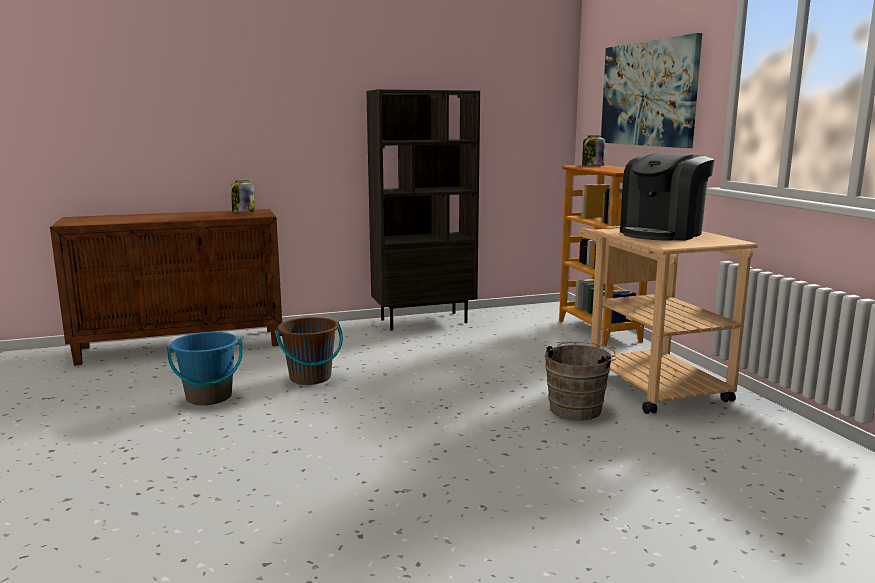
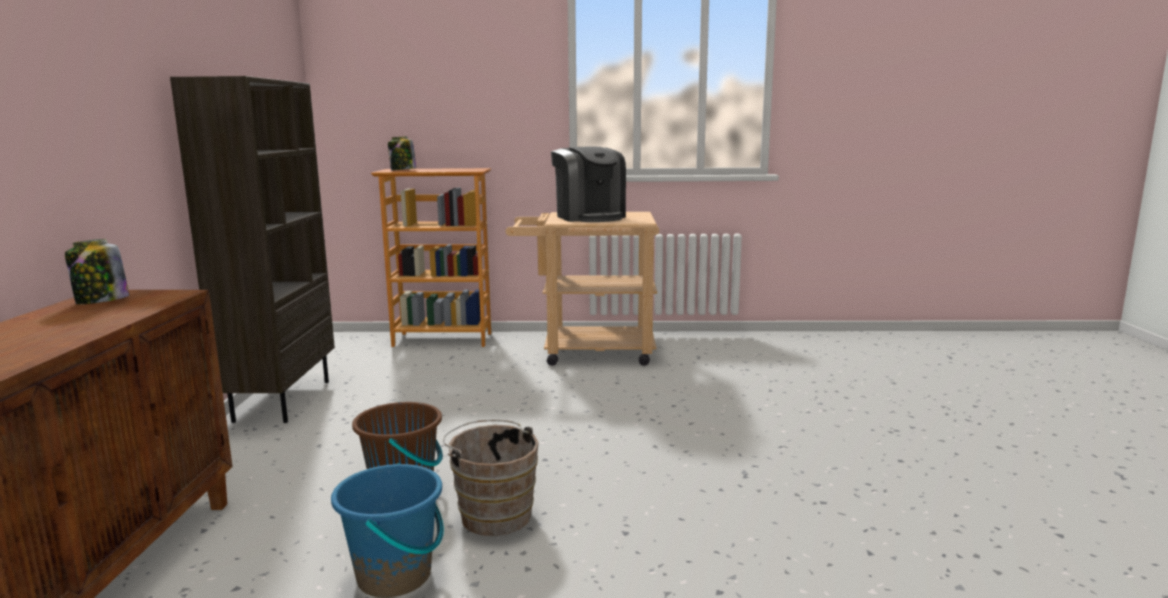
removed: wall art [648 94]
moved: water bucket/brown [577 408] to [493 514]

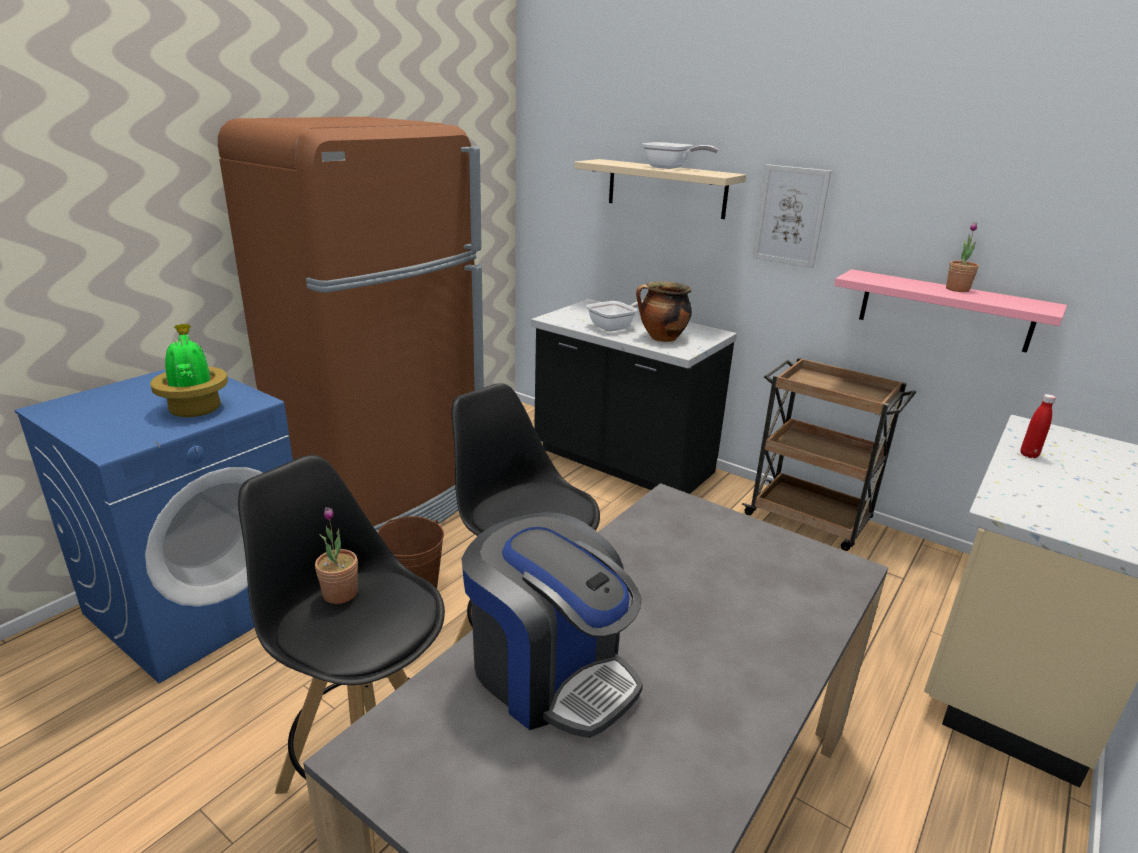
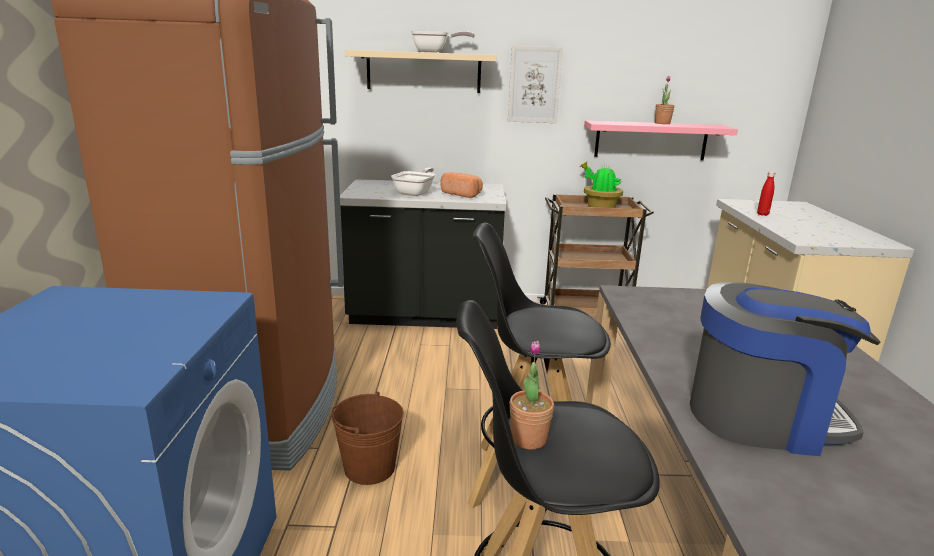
moved: plant in a pot [195 408] to [599 207]
replaced: cooking pot [661 338] to baked bread [463 194]

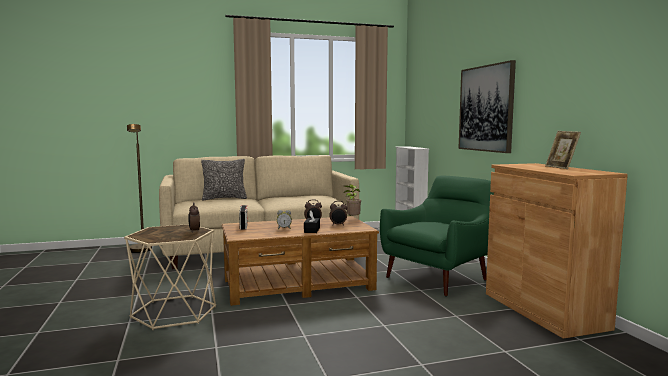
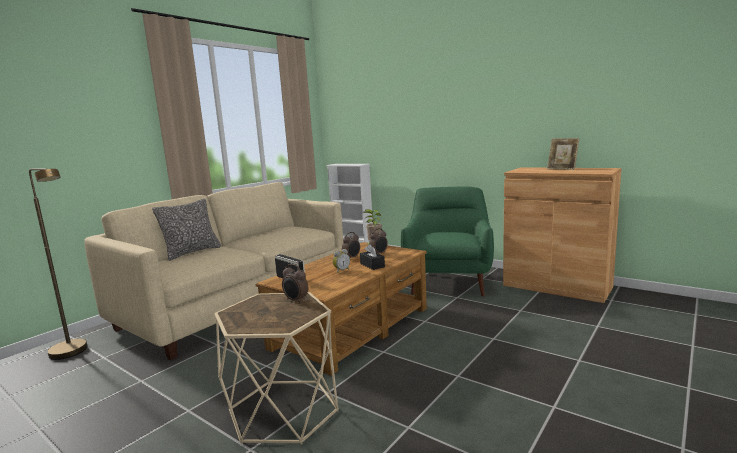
removed: wall art [486 108]

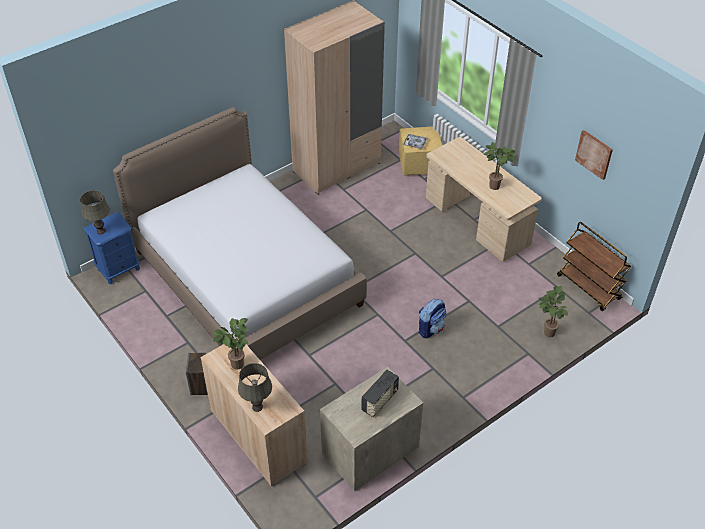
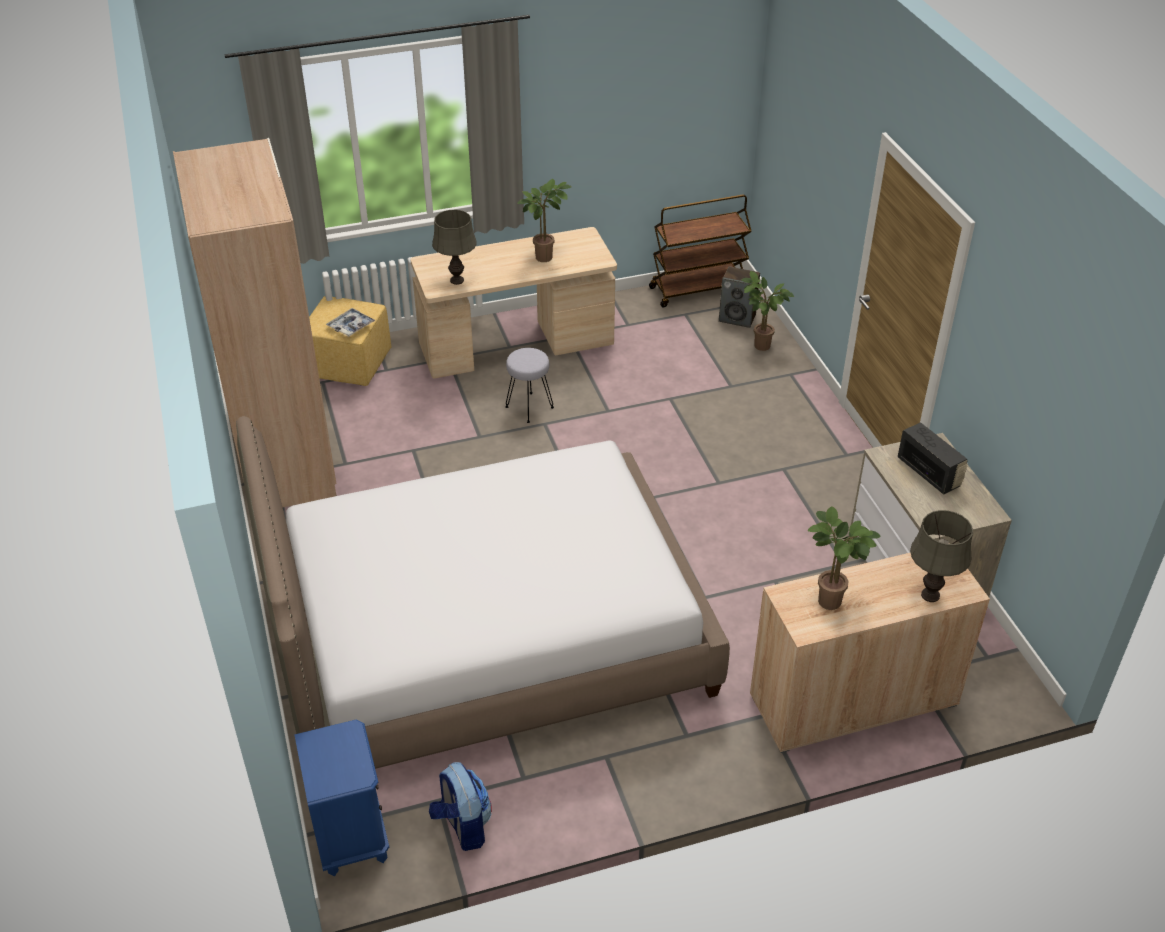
removed: wall art [594 154]
added: stool/grey [529 408]
moved: rucksack [431 328] to [462 826]; tabletop lamp/grey [100 231] to [457 280]; audio speaker [200 385] to [737 318]

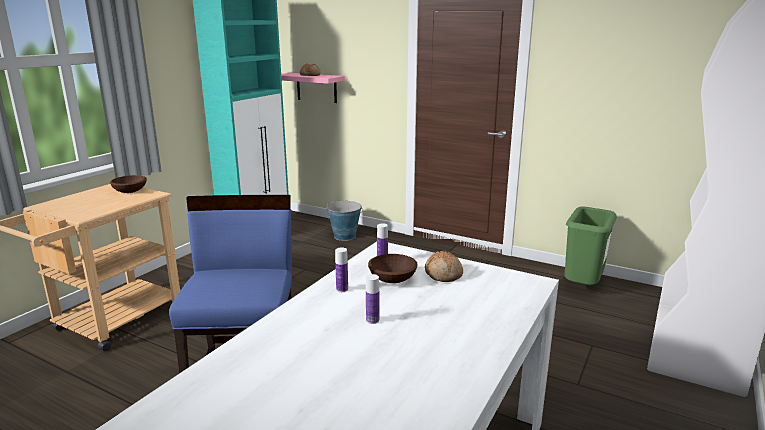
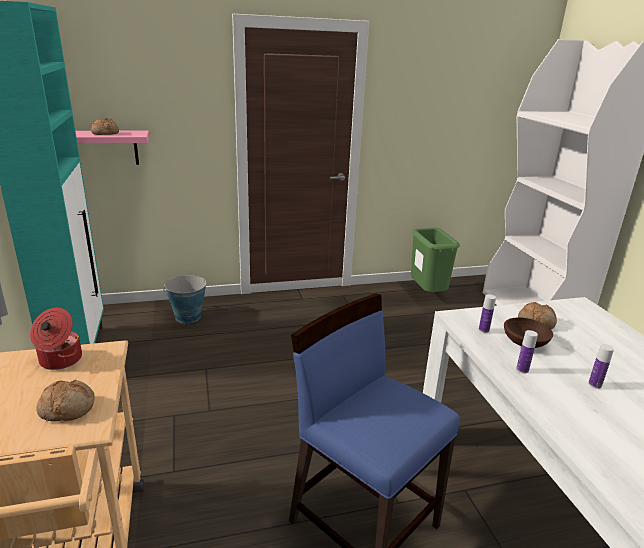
added: baked bread [68 408]
replaced: bowl/brown [129 191] to cooking pot [59 360]

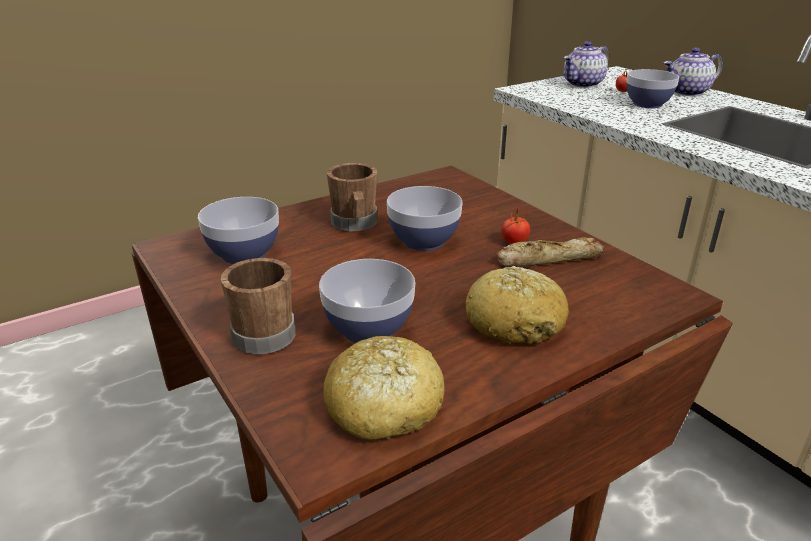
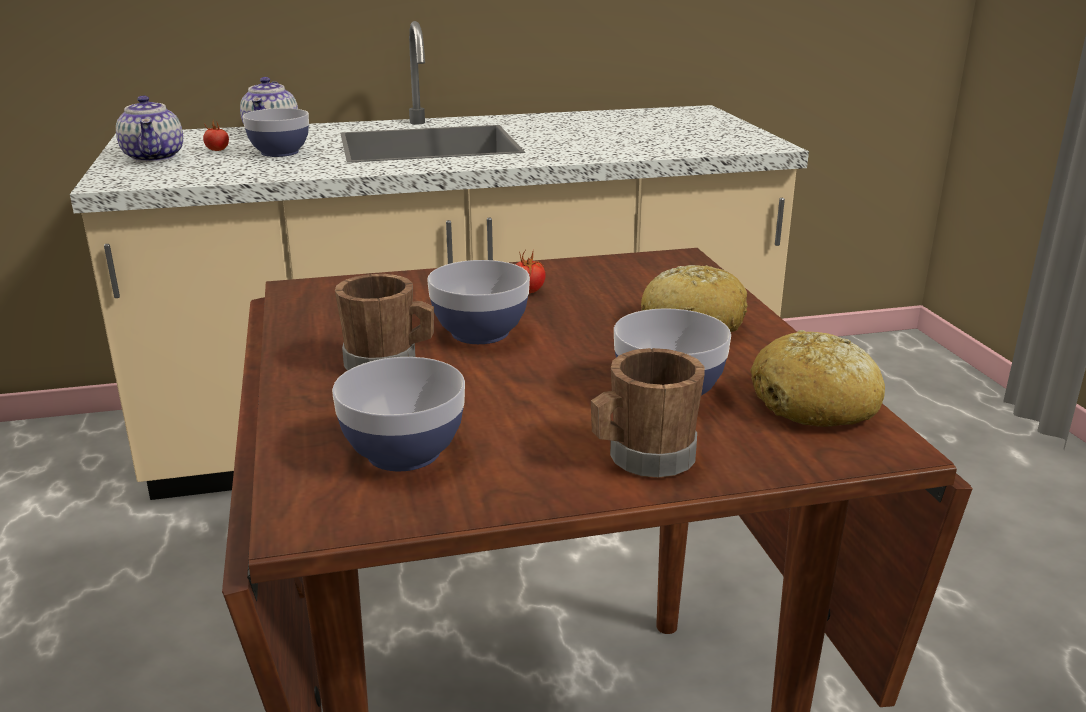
removed: baked bread [548 259]

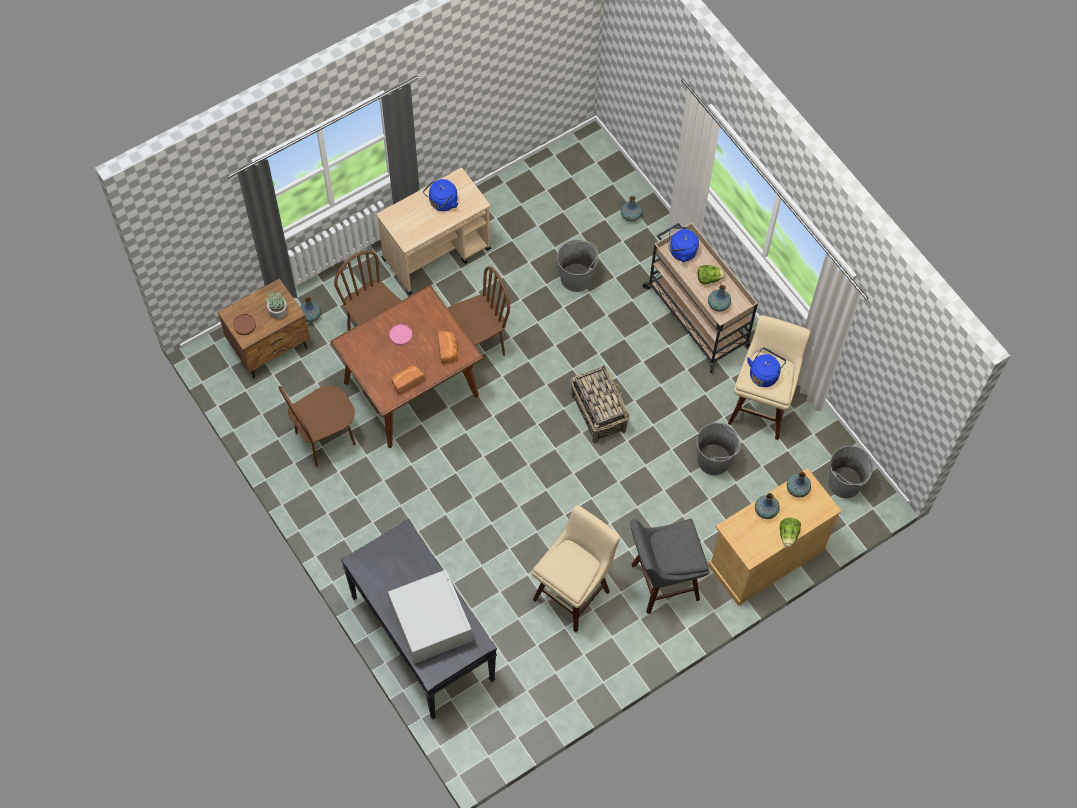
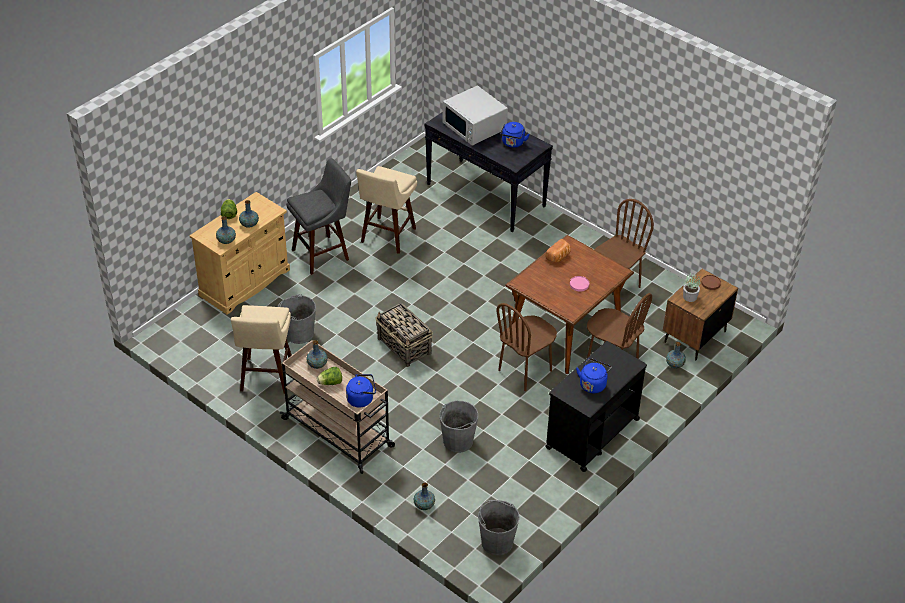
removed: baked bread [448 350]
moved: water bucket/grey [844 483] to [497 542]; kettle/bluish [764 374] to [513 143]
recoloured: trolley/sand-coloured [437 254] to trolley/black [591 434]

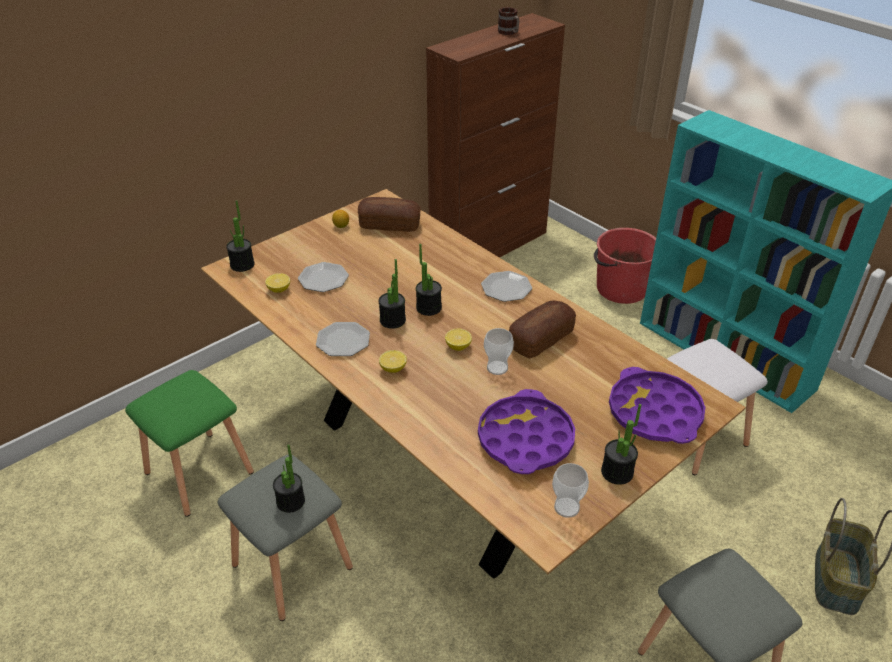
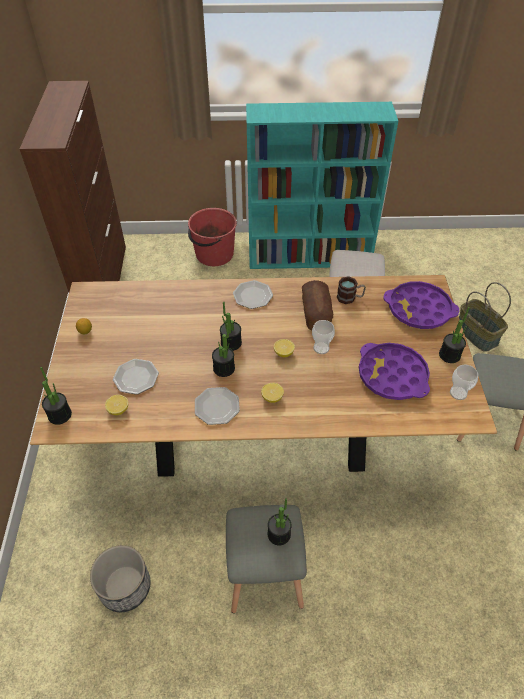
removed: baked bread [389 225]
moved: mug [509 32] to [350 298]
replaced: stool/greenish [197 472] to flower pot [125 587]

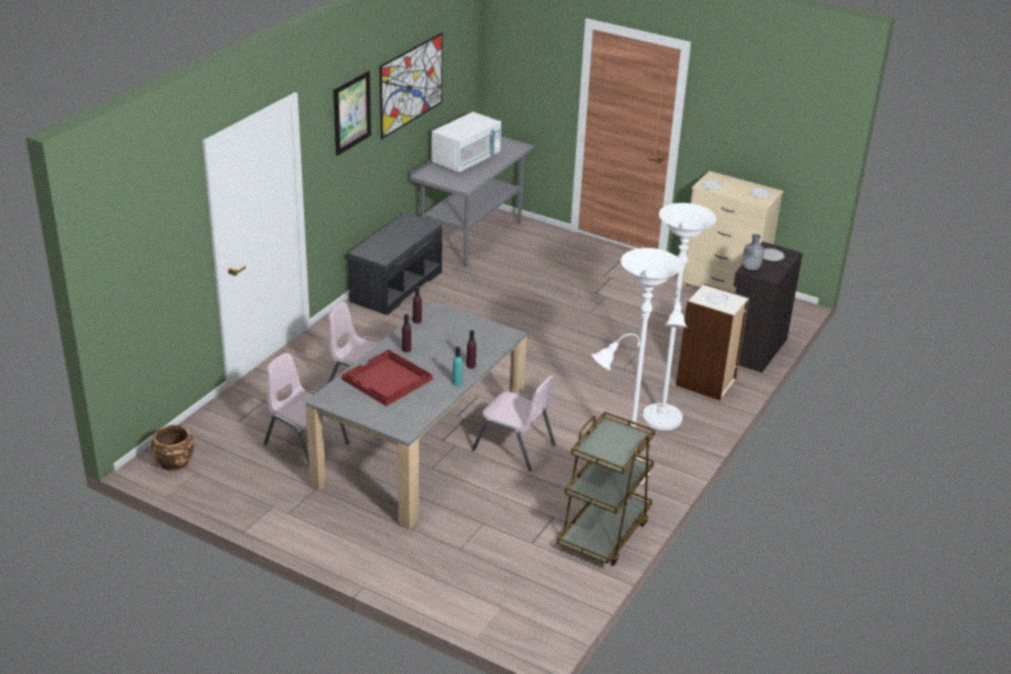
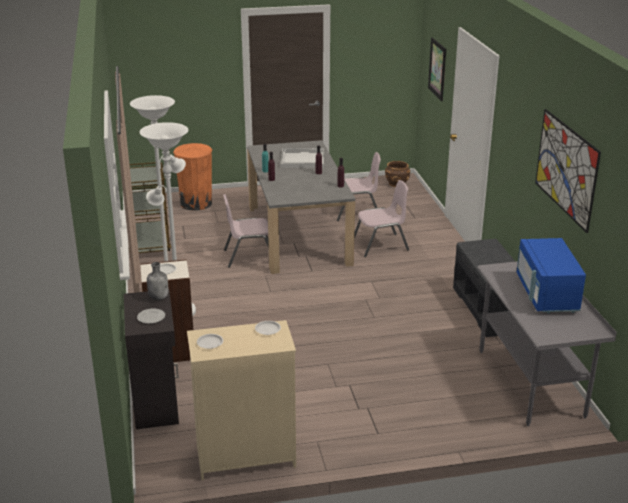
added: waste bin/orange [196 203]
moved: wall art [351 112] to [437 69]
recoloured: carrying tray/red-coloured [387 380] to carrying tray/white [302 159]; microwave oven/white [466 160] to microwave oven/bluish [546 295]

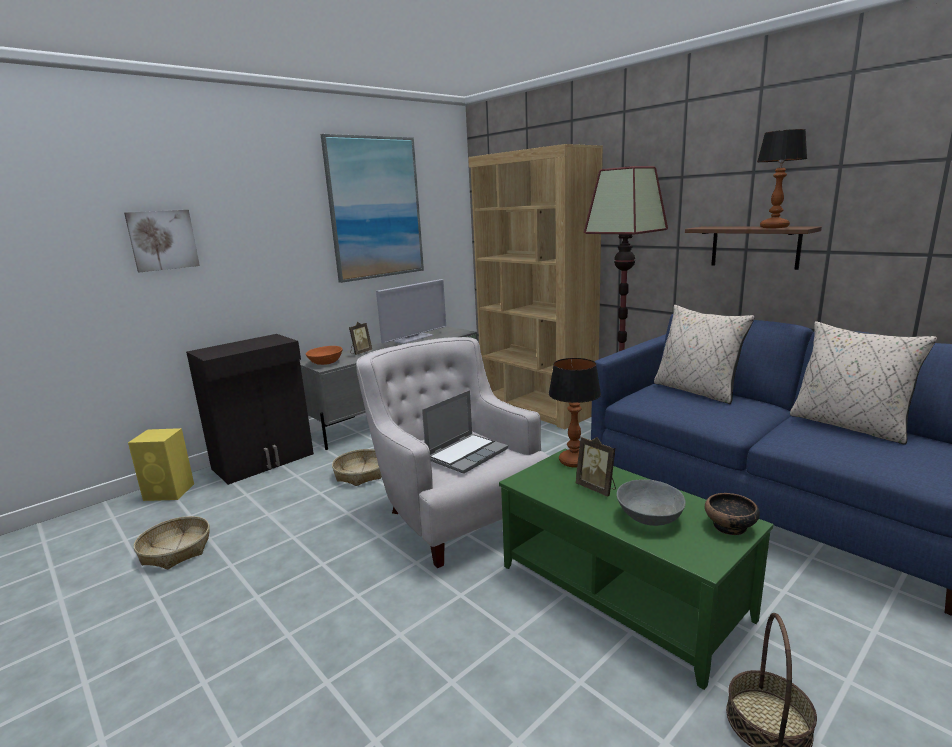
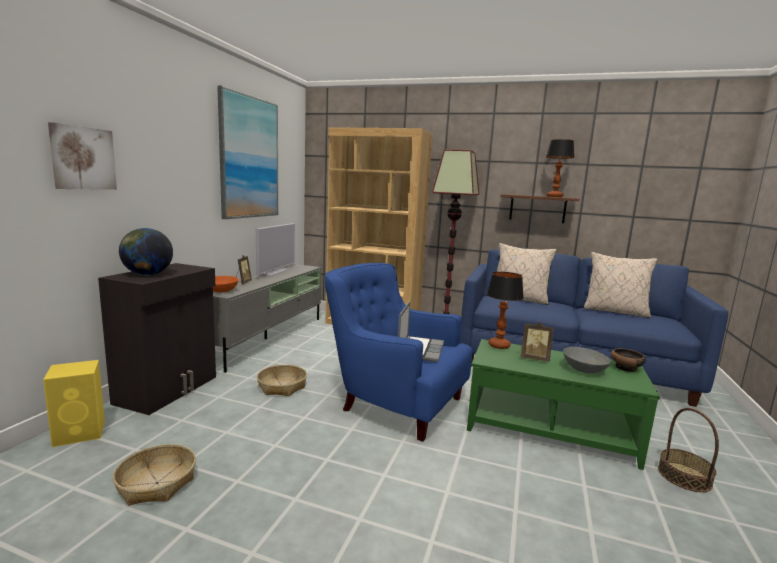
added: desk globe [147 274]
recoloured: armchair/white [455 512] to armchair/bluish [393 402]

